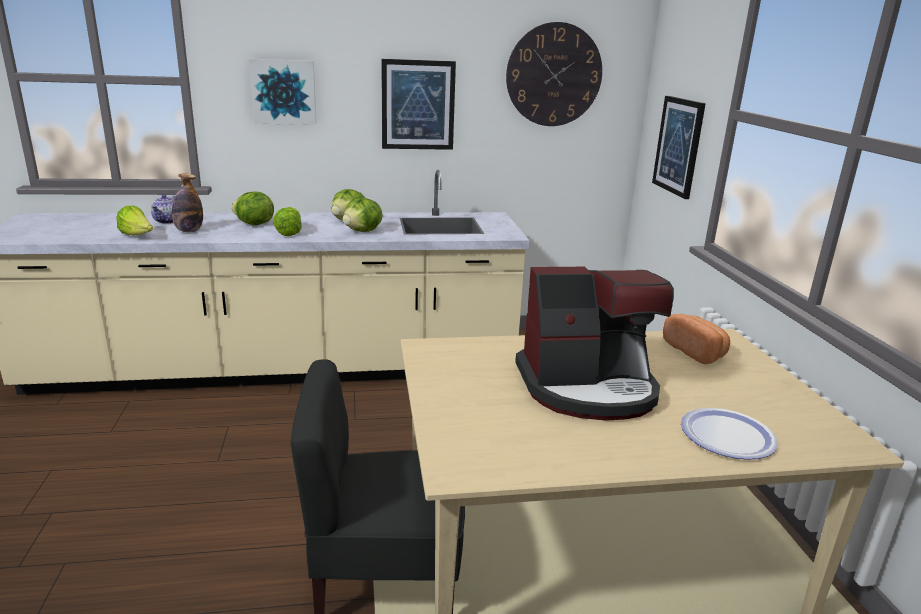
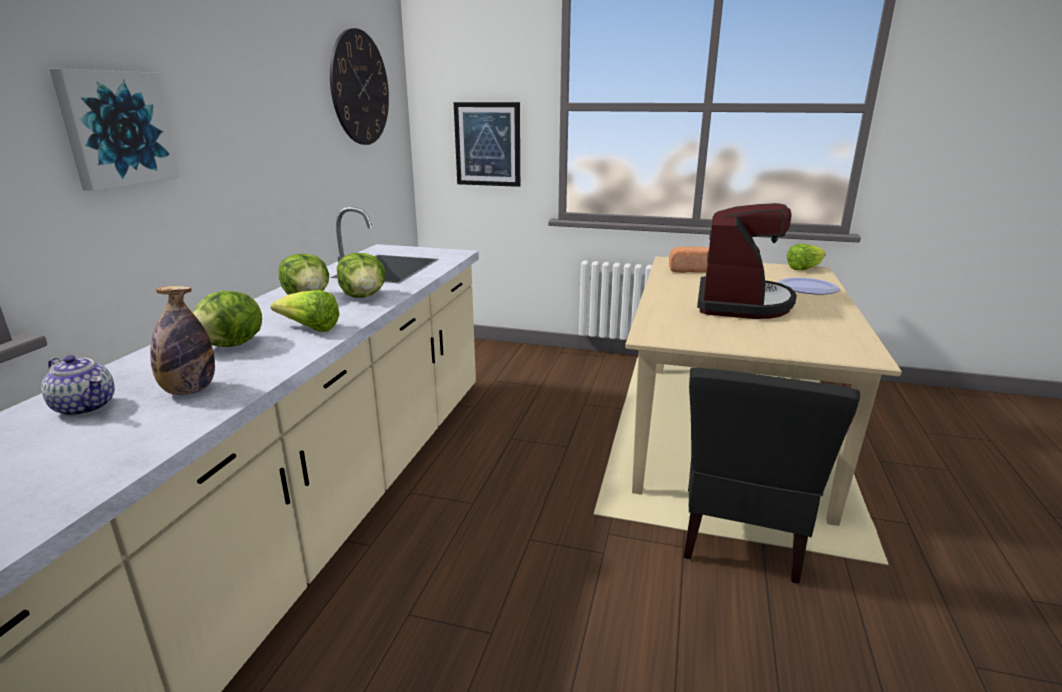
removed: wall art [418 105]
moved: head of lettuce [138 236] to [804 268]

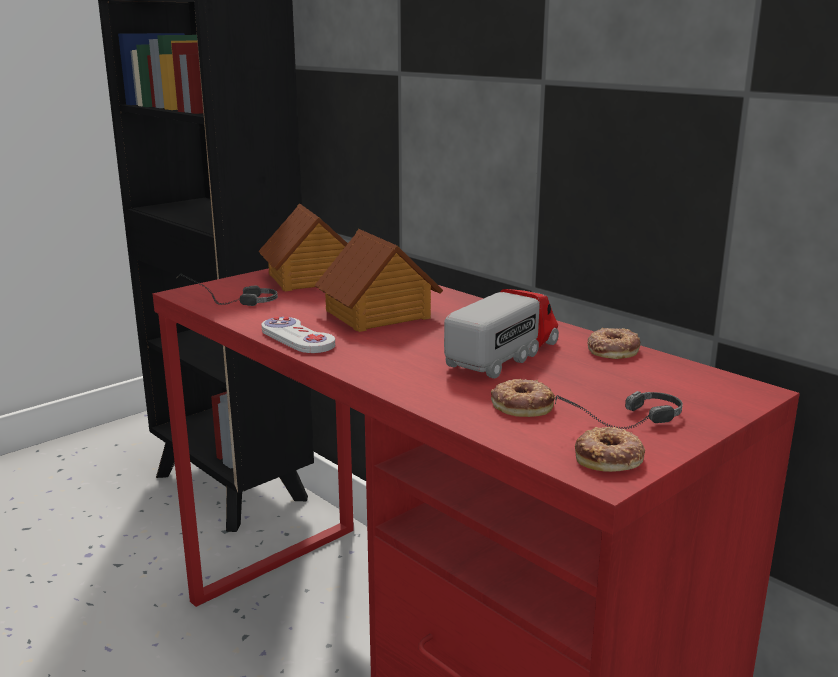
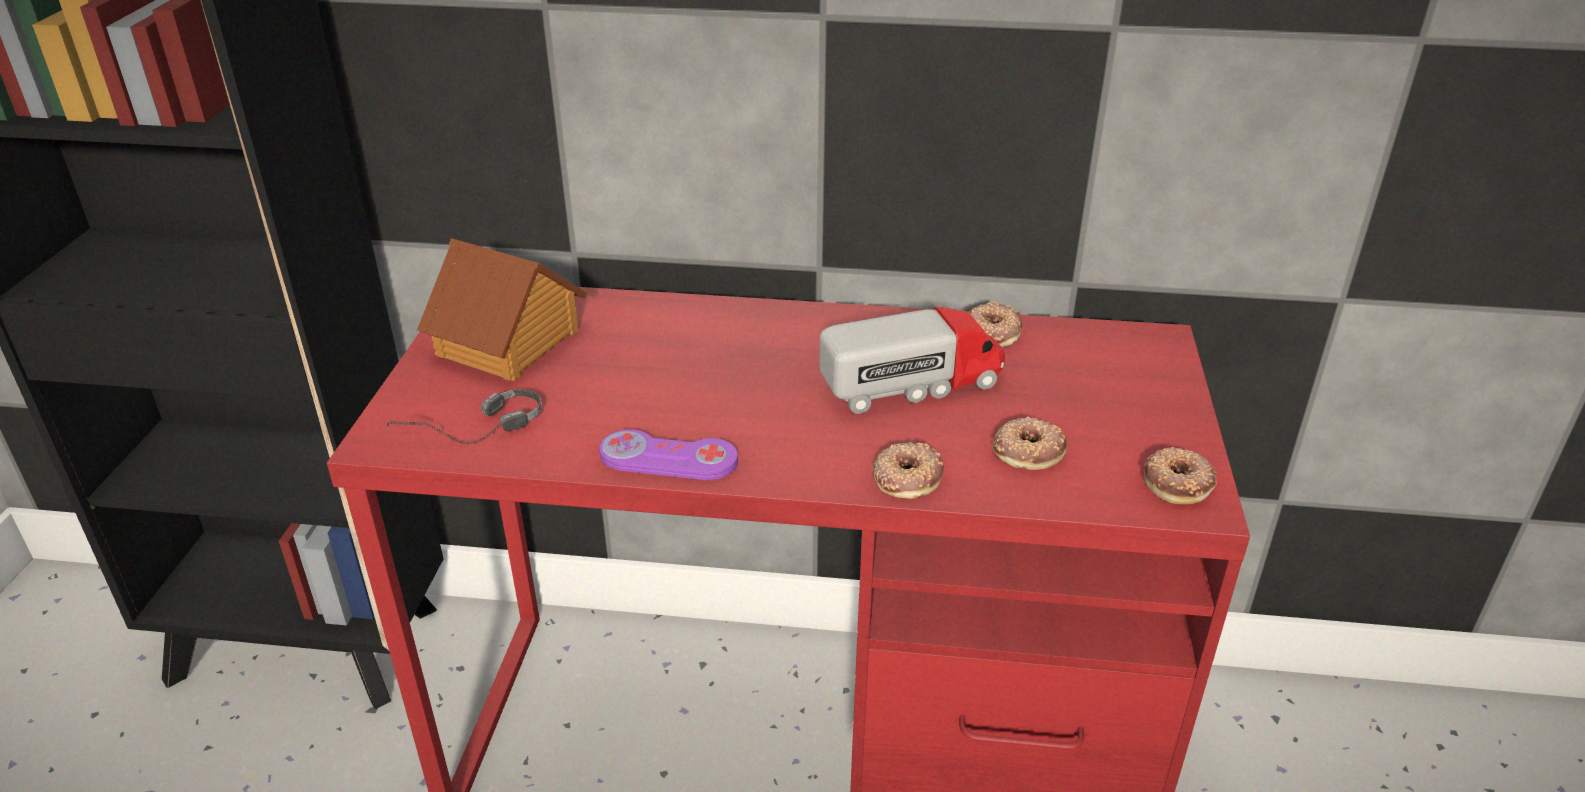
removed: toy house [378 314]; headset [621 424]
added: ring doughnut [906 476]
recoloured: gamepad/white [297 338] to gamepad/purple [668 458]
turned: toy truck [504 354] = [913 384] 75 degrees clockwise

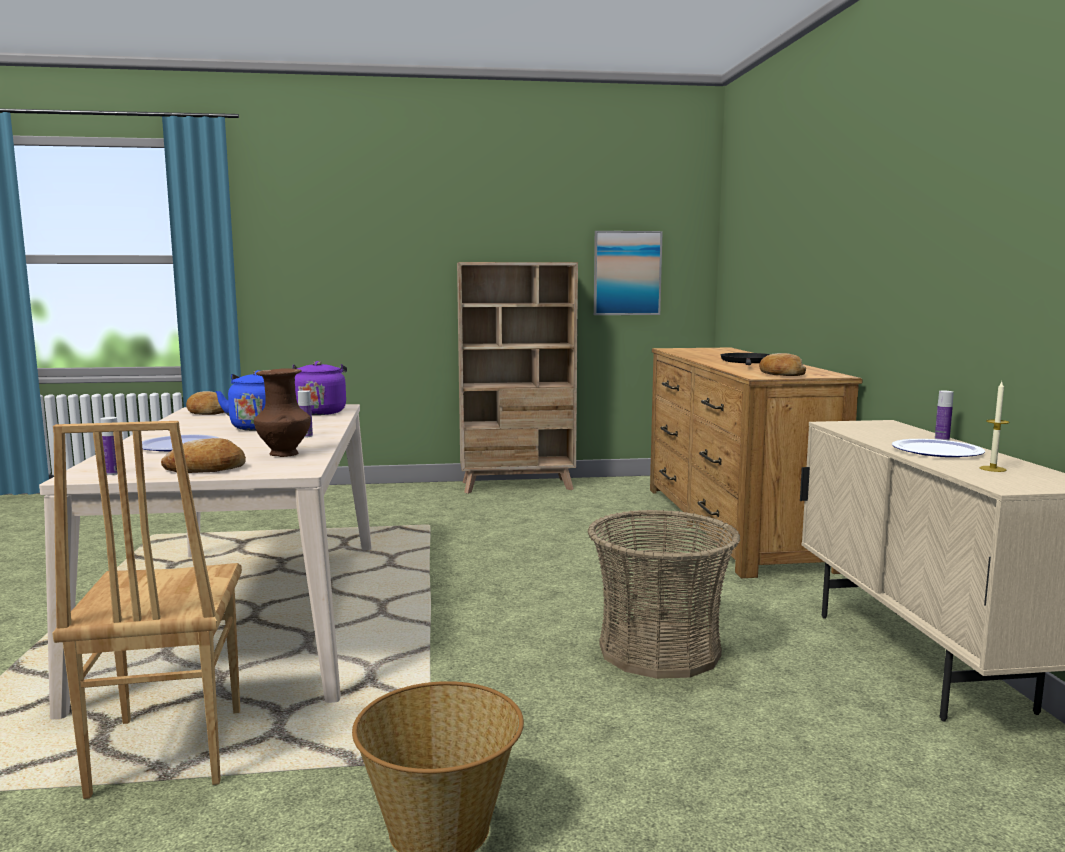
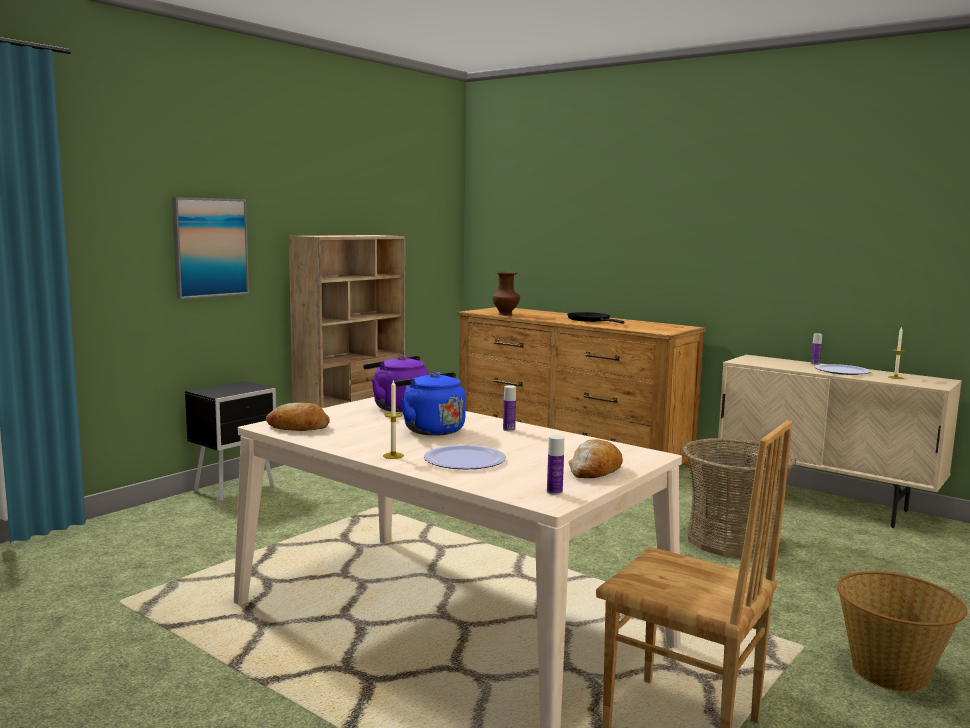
removed: baked bread [780 374]
added: bedside table/black [236 489]; candle [393 456]
moved: wall art [627 273] to [210 247]; decorative vase/brown [284 454] to [506 315]

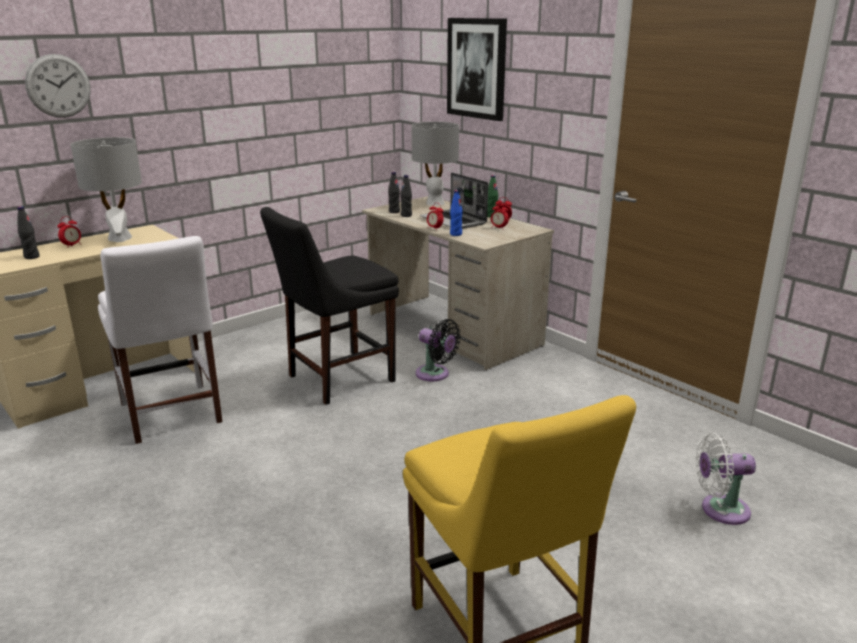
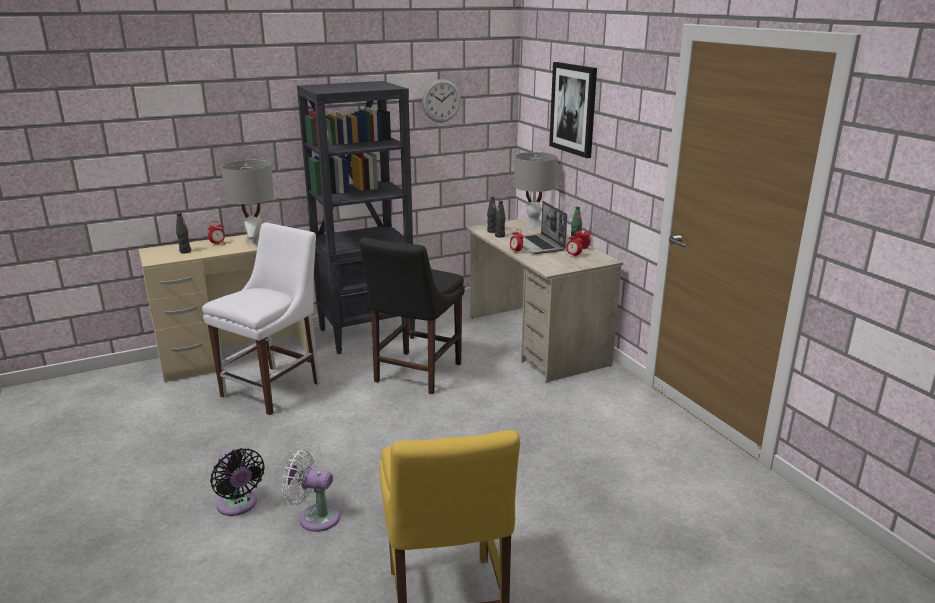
removed: bottle/bluish [456 234]
added: bookshelf/black [367 334]
moved: electric fan/black [435 374] to [238 505]; electric fan/white [720 509] to [315 517]; clock on the wall [58 86] to [441 100]
turned: plain chair/white [171 415] = [275 387] 135 degrees counterclockwise; plain chair/black [336 379] = [415 374] 45 degrees counterclockwise

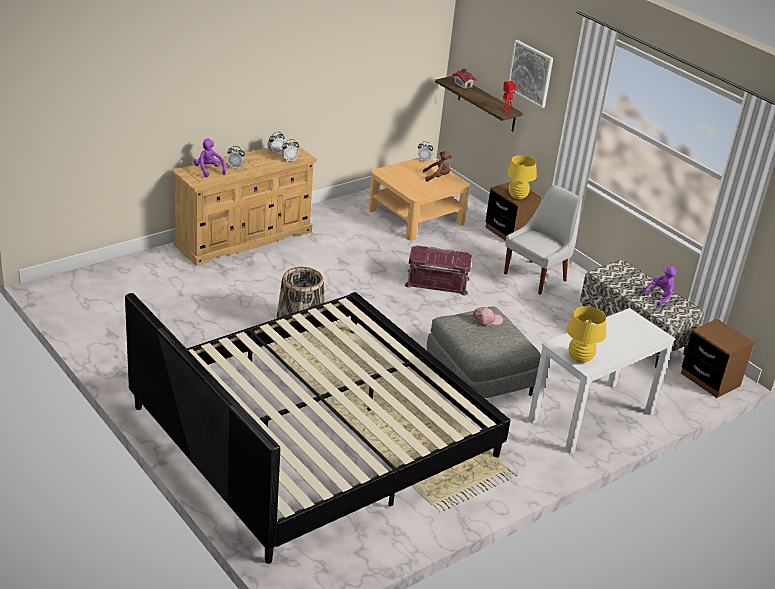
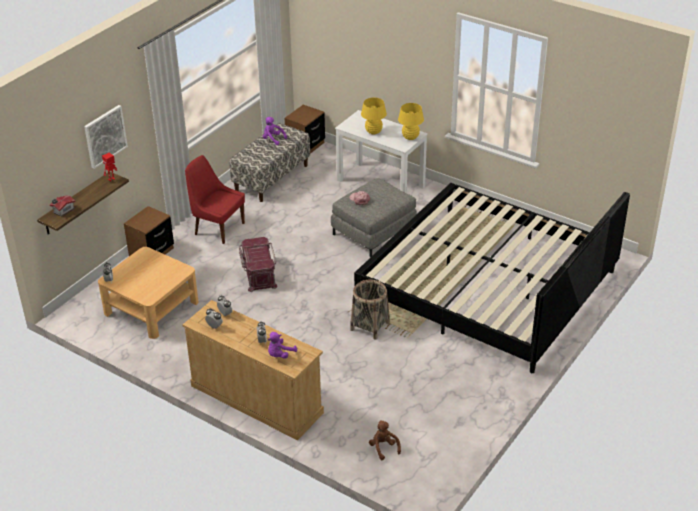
moved: tabletop lamp/yellow-coloured [517 196] to [373 132]; soft toy/brown [437 177] to [383 448]
recoloured: plain chair/white [537 276] to plain chair/red-coloured [218 228]

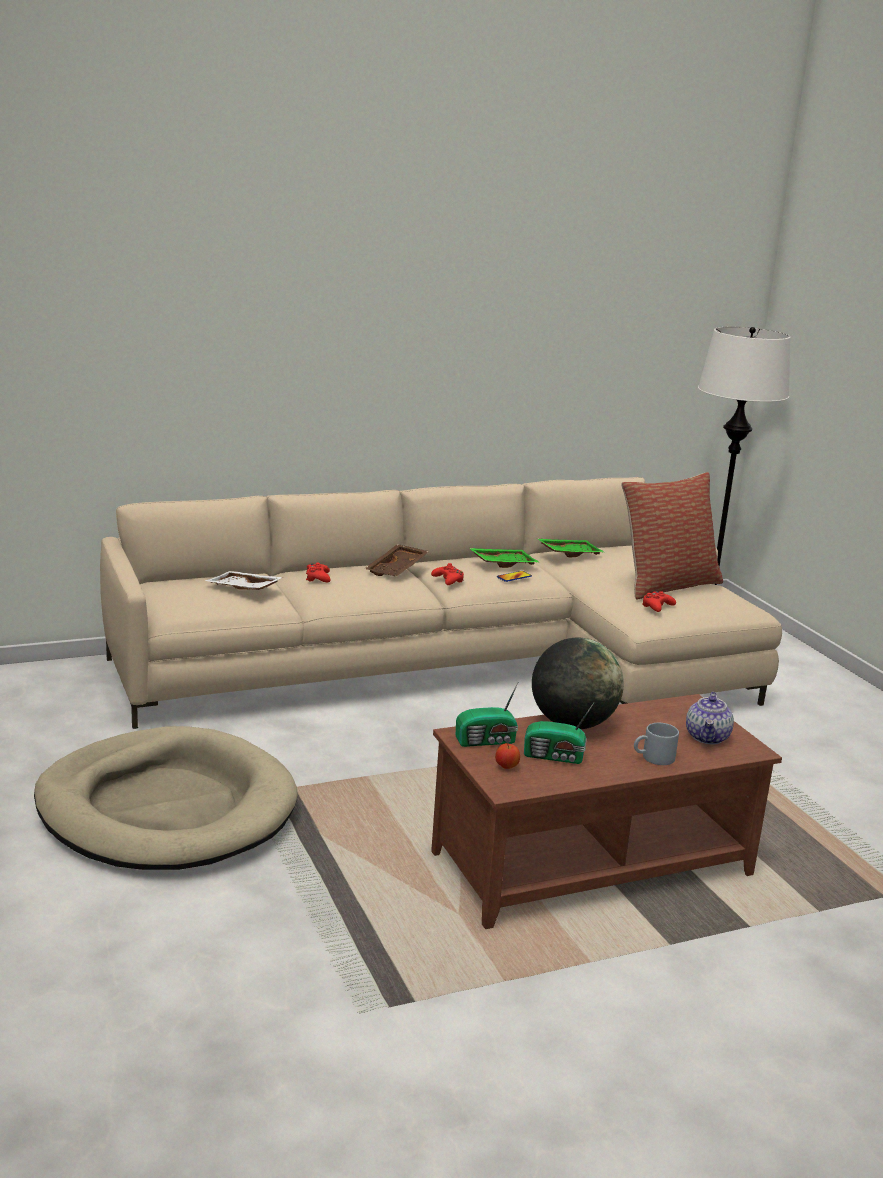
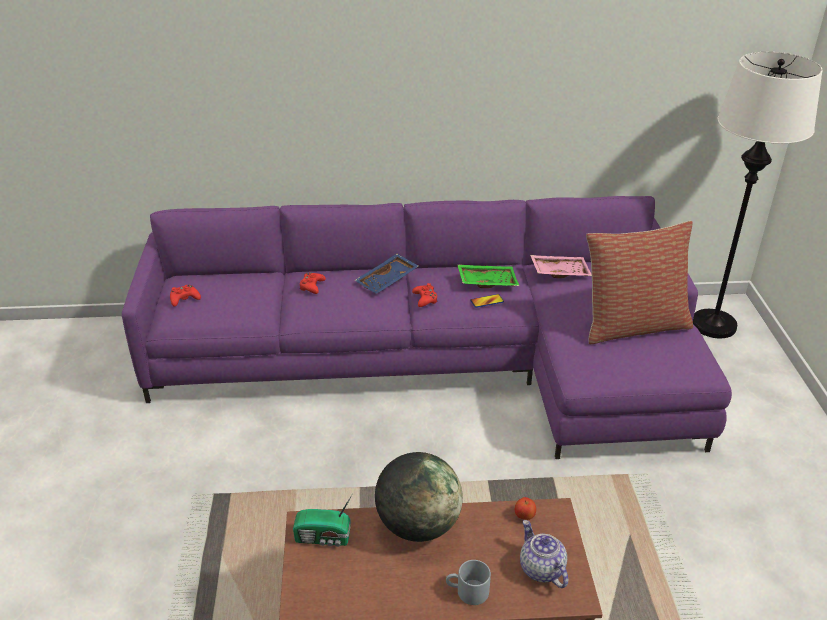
removed: dog cushion/sand-coloured [166 808]; carrying tray/white [243 589]; radio set [555 757]
moved: gamepad/red-coloured [657 606] to [184 299]; apple [506 767] to [524 516]
recoloured: settee/sand-coloured [454 666] to settee/purple [441 362]; carrying tray/brown [397 569] to carrying tray/bluish [387 281]; carrying tray/greenish [569 553] to carrying tray/pinkish [559 272]
turned: tea pot [708 737] = [541 569] 120 degrees clockwise

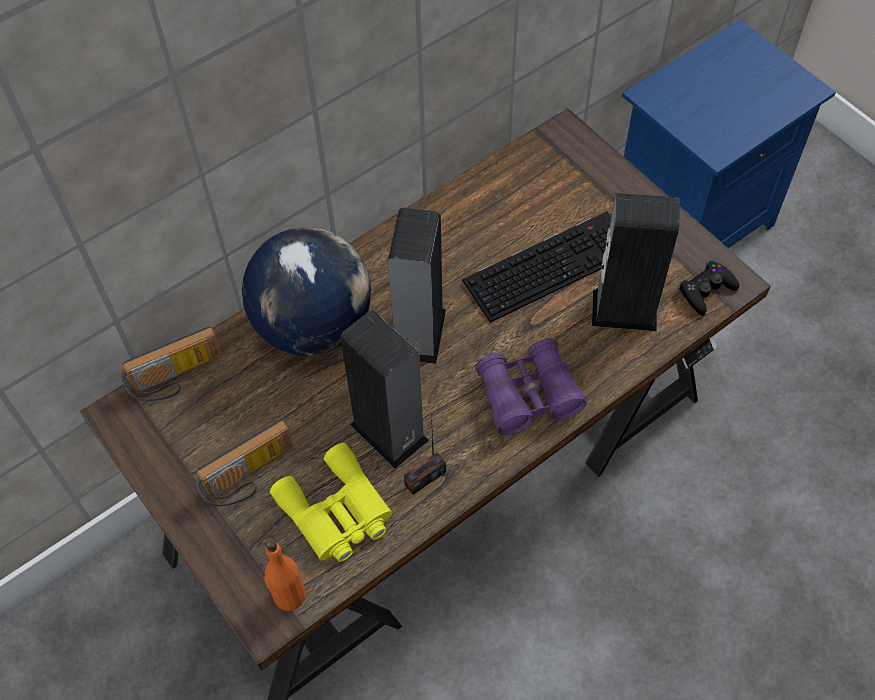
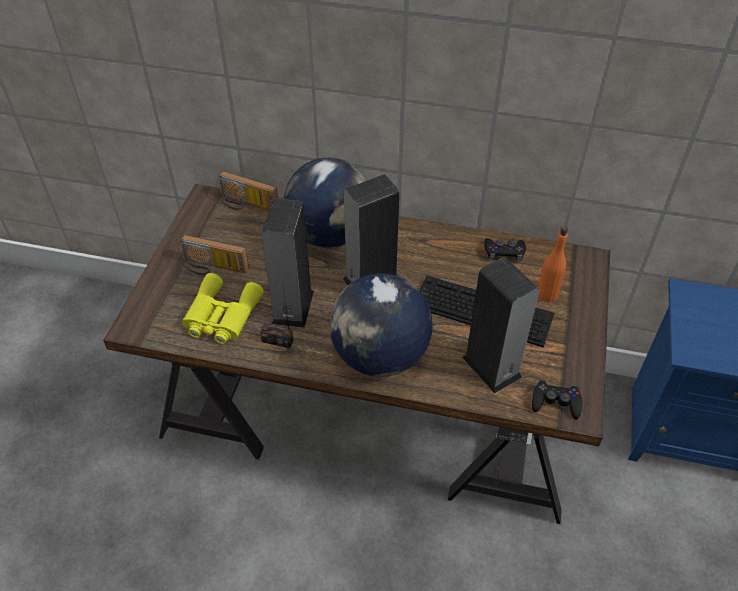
added: gamepad/black [504 252]
moved: bottle/orange [289 595] to [547 294]
replaced: binoculars/purple [528 395] to desk globe [379 355]

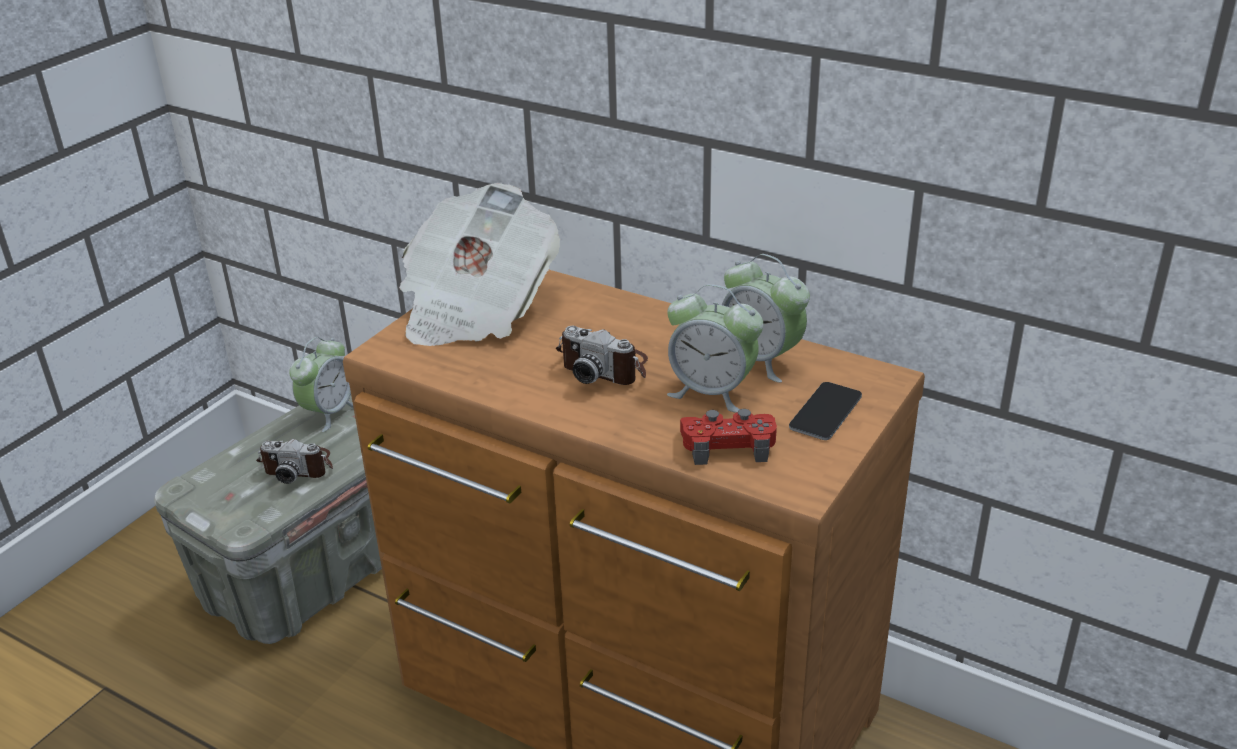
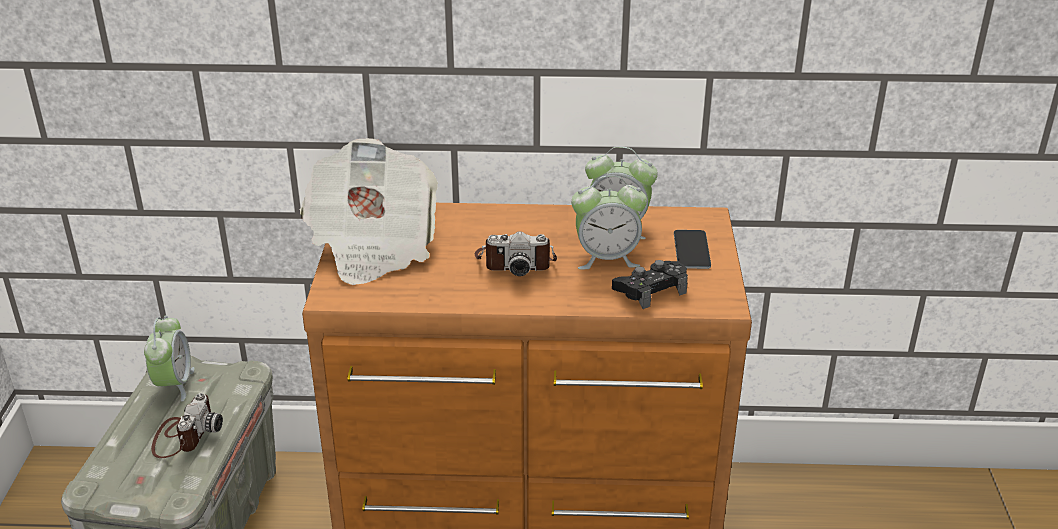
recoloured: gamepad/red-coloured [728 445] to gamepad/black [650 290]
turned: photo camera [298 466] = [184 435] 60 degrees counterclockwise

